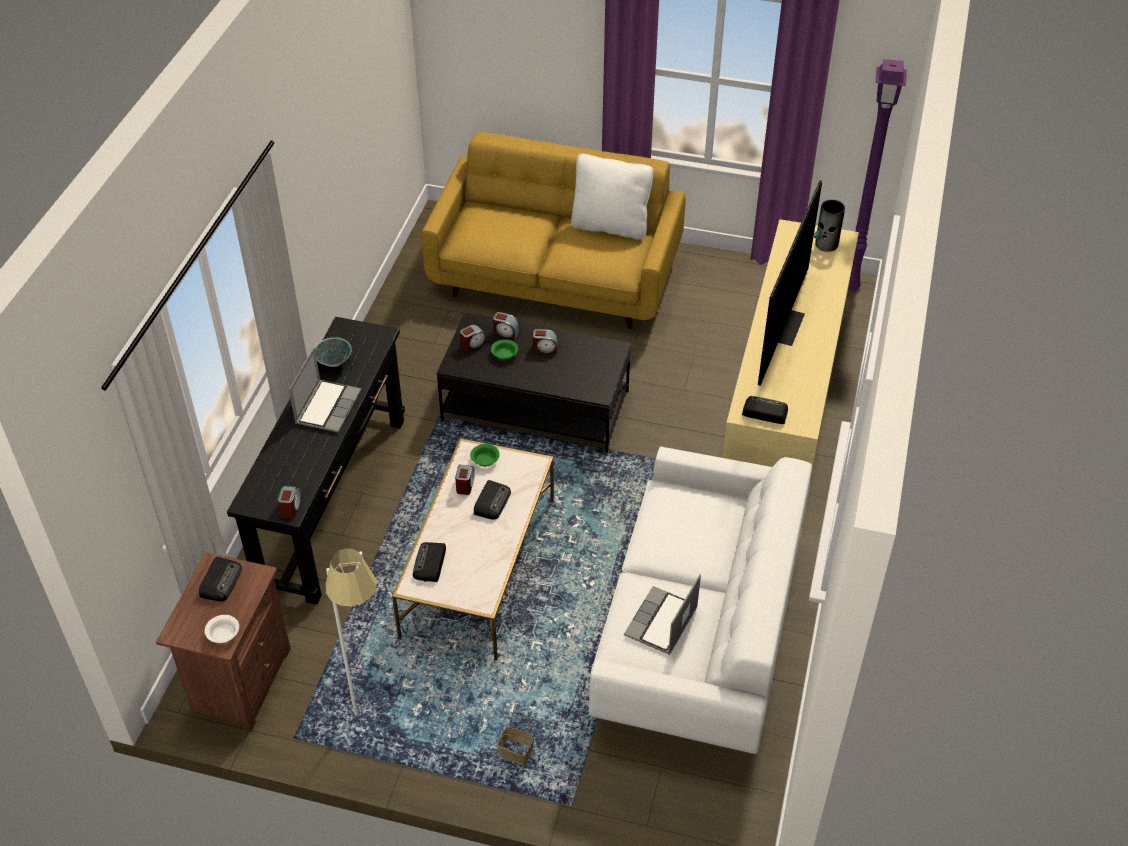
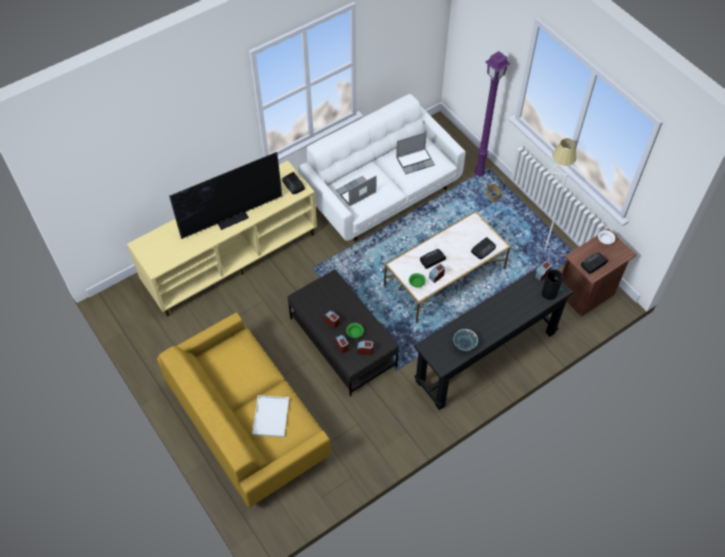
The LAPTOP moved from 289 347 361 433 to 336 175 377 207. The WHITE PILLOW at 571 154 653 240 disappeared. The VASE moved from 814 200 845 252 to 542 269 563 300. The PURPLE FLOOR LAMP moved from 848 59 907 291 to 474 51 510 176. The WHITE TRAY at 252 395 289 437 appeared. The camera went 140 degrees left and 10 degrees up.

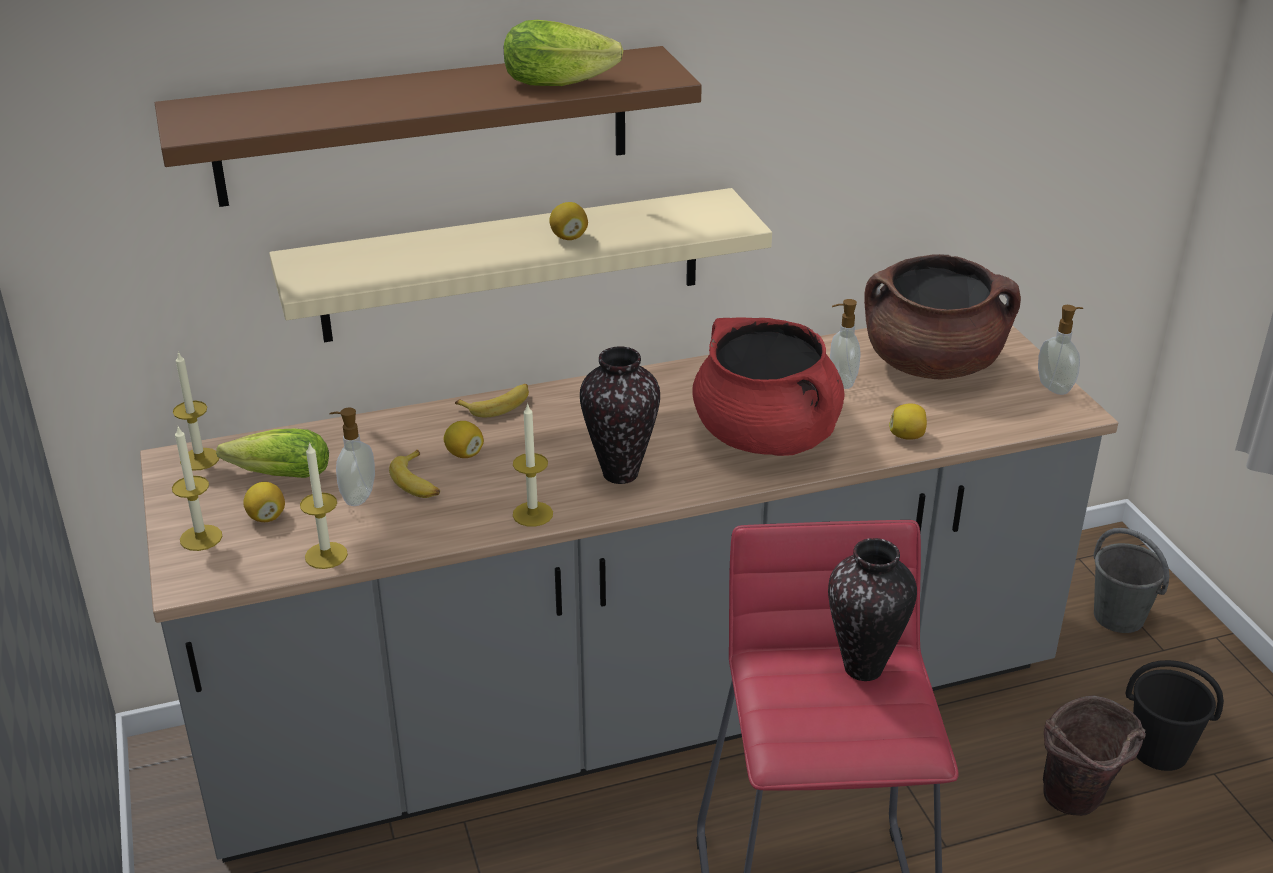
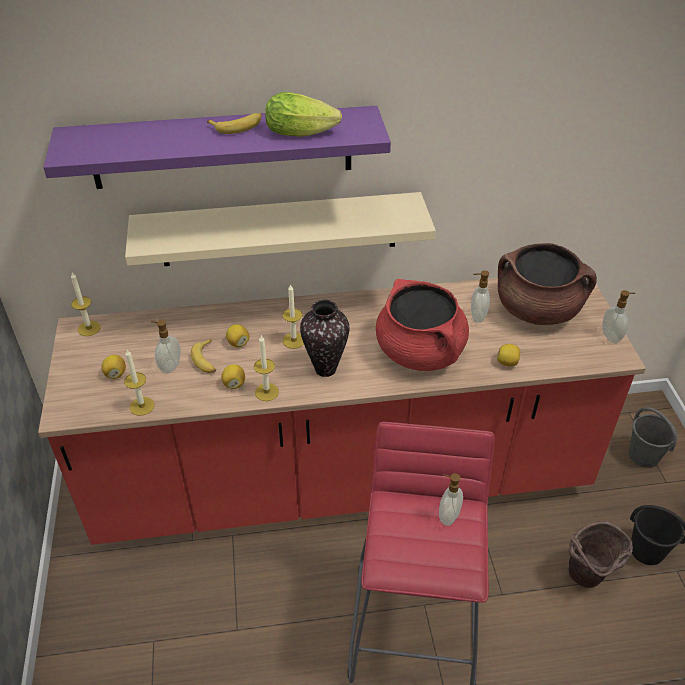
The GREY COUNTER at 140 325 1118 863 became the RED COUNTER at 38 278 646 545. The BROWN SHELF at 155 46 702 207 became the PURPLE SHELF at 43 106 391 189. The CANDLE moved from 172 425 222 551 to 282 284 304 349. The LETTUCE at 216 429 329 478 disappeared. The BANANA moved from 455 384 529 417 to 207 113 262 134. The LEMON moved from 549 202 588 240 to 221 364 245 389. The VASE at 828 538 917 681 was replaced by the SOAP DISPENSER at 439 473 463 526. The camera went 10 degrees right and 10 degrees up.

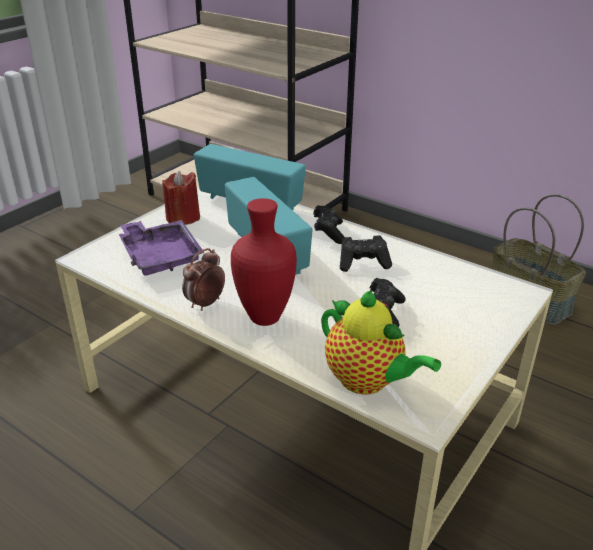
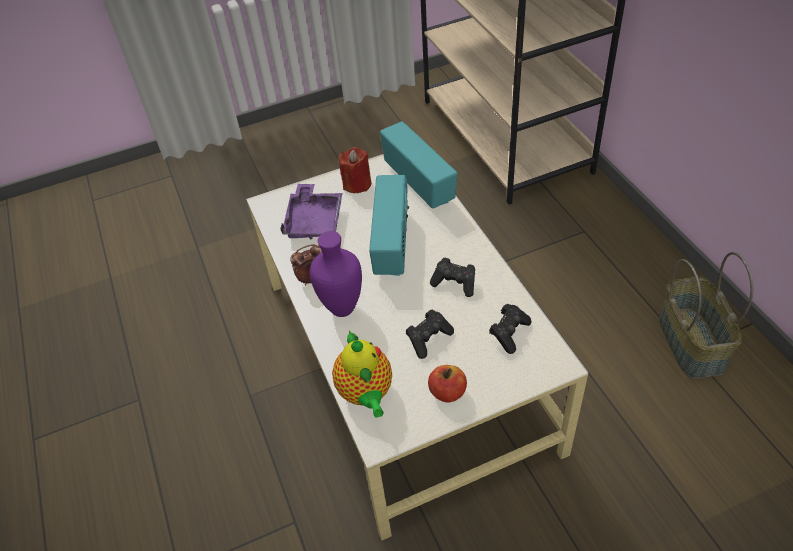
The RED VASE at 231 198 297 326 became the PURPLE VASE at 310 231 362 317. The BLACK GAME CONTROLLER moved from 313 205 344 244 to 489 304 532 354. The APPLE at 428 365 467 403 appeared. The camera went 35 degrees right and 15 degrees up.

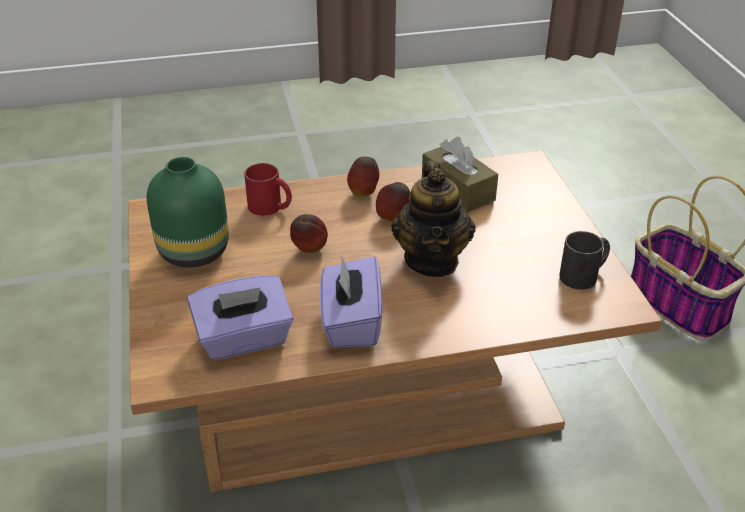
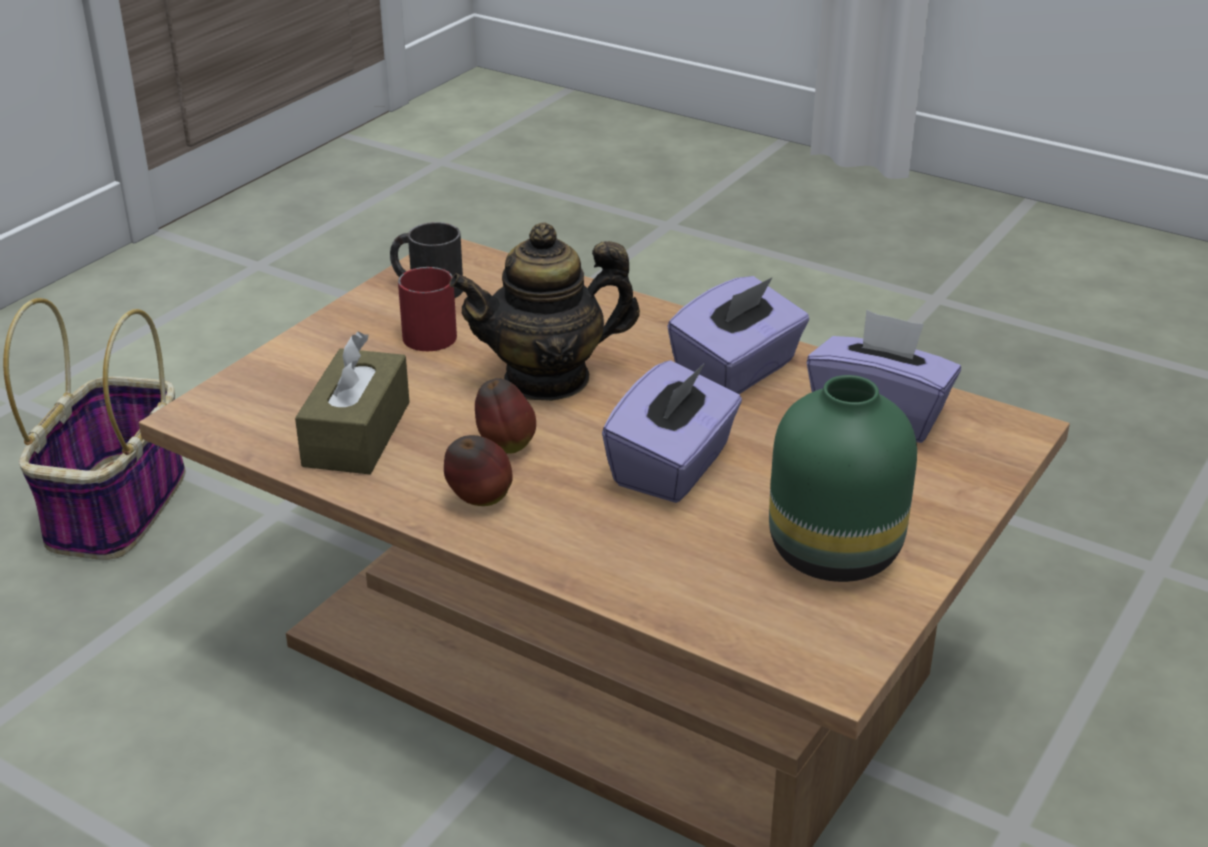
The RED MUG moved from 244 163 292 216 to 398 267 457 351. The APPLE at 290 214 328 253 was replaced by the PURPLE TISSUE BOX at 602 360 742 503. The TEAPOT at 391 161 476 277 turned 150 degrees counterclockwise. The camera went 135 degrees left and 5 degrees down.

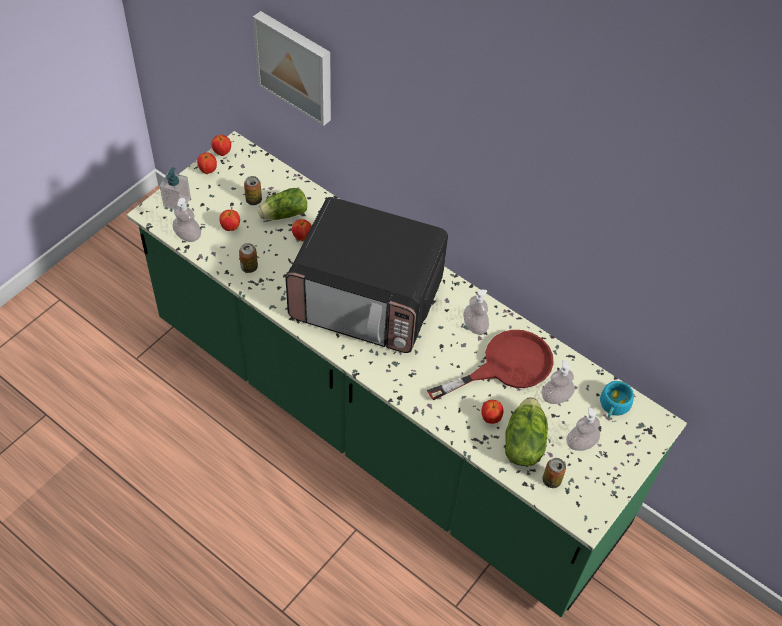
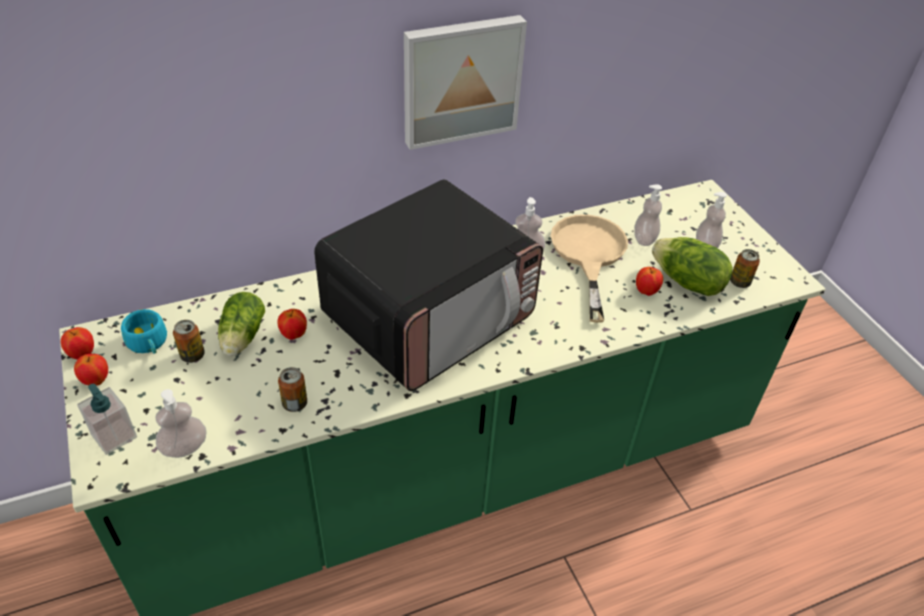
The APPLE at 219 210 240 231 disappeared. The PICTURE moved from 253 11 331 126 to 404 15 527 150. The RED FRYING PAN at 427 330 554 400 became the BEIGE FRYING PAN at 551 214 628 323. The TURQUOISE CUP moved from 600 381 634 418 to 121 309 167 354. The camera went 60 degrees left and 10 degrees down.

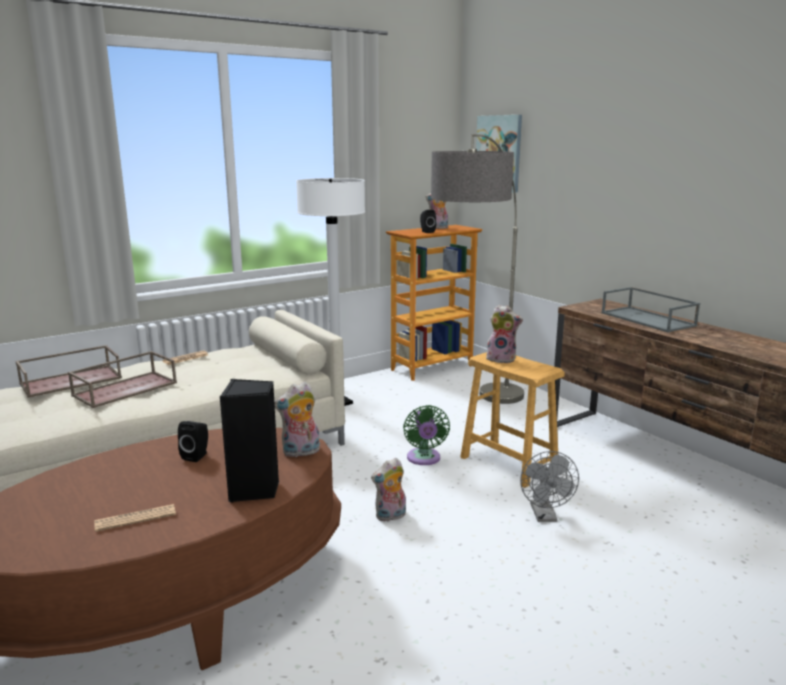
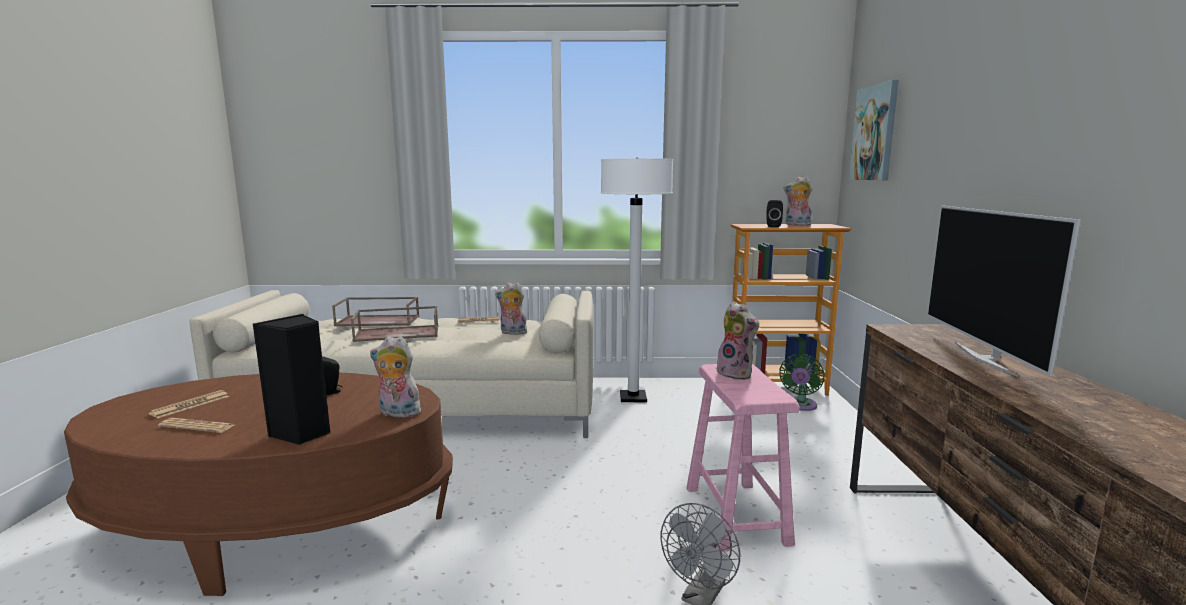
The PLUSH TOY moved from 371 458 406 522 to 495 282 527 335. The GREEN FAN moved from 403 405 450 465 to 779 354 825 411. The FLOOR LAMP at 431 134 524 404 disappeared. The BROWN STOOL at 460 352 565 488 became the PINK STOOL at 686 364 800 552. The GREY TRAY at 601 287 700 333 was replaced by the TELEVISION at 927 206 1080 377. The NEWSPAPER at 148 390 229 418 appeared. The camera went 35 degrees right and 5 degrees down.

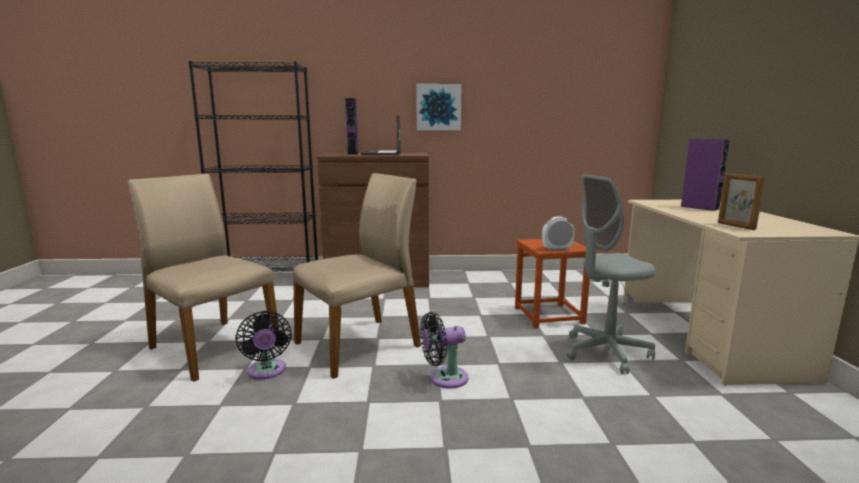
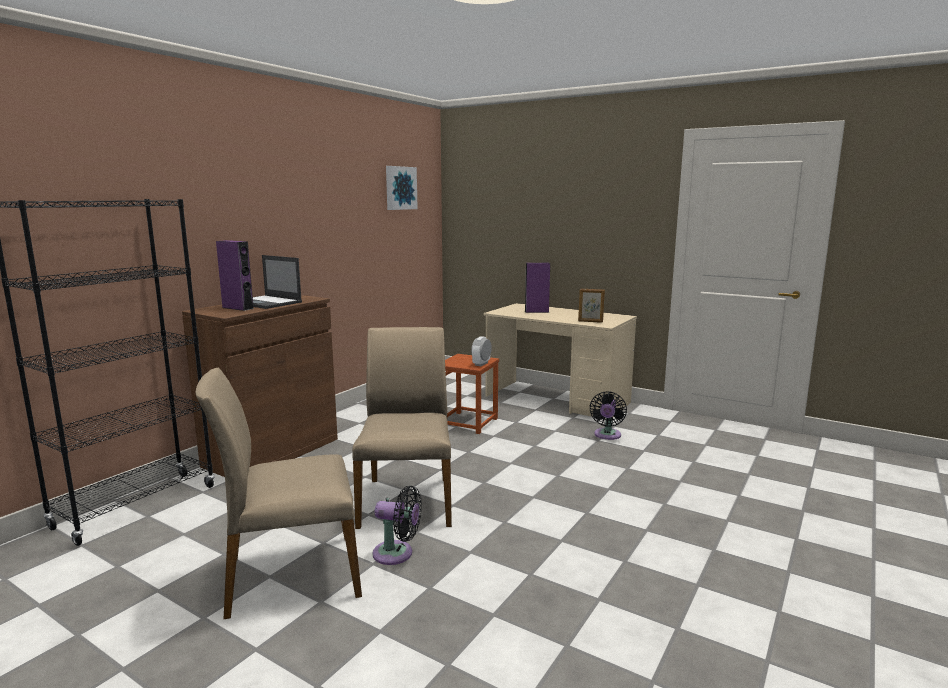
The PICTURE moved from 416 84 462 130 to 386 166 418 210. The BLACK FAN moved from 420 312 468 389 to 590 392 627 440. The GREY OFFICE CHAIR at 567 174 656 374 disappeared. The camera went 55 degrees left and 0 degrees up.

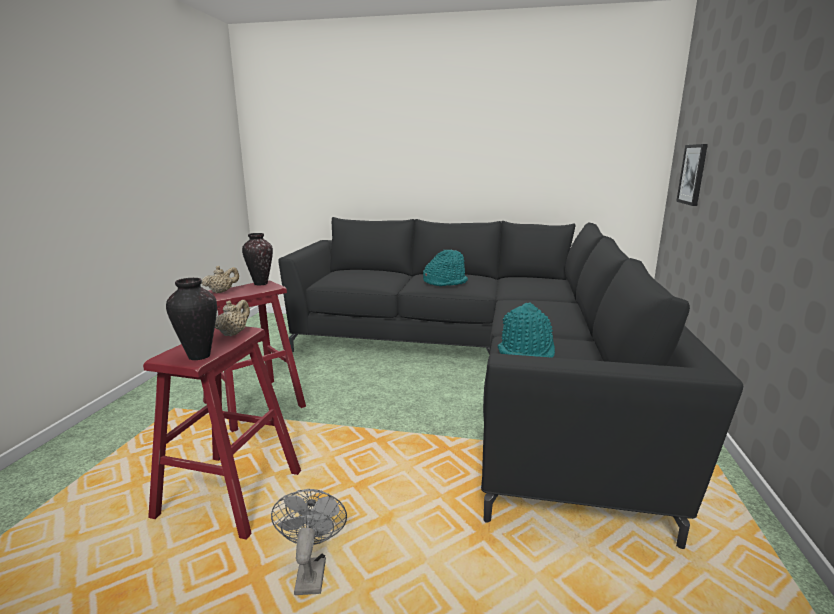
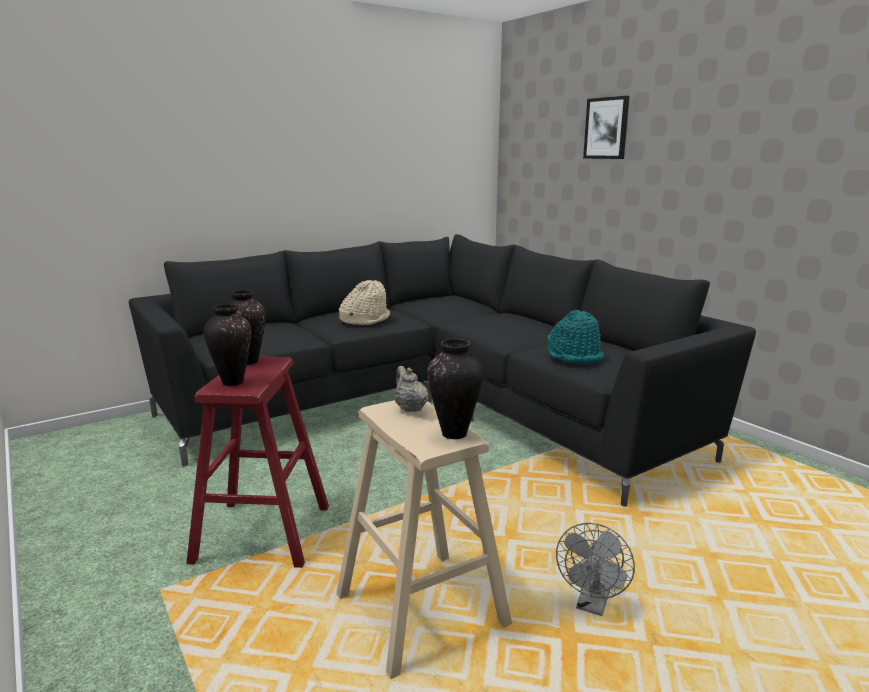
The RED STOOL at 143 327 301 540 became the BEIGE STOOL at 336 400 512 679. The BEIGE TEAPOT at 201 266 239 293 was replaced by the VASE at 203 304 252 386. The GREY FAN at 271 489 347 595 turned 105 degrees counterclockwise. The TURQUOISE HAT at 423 249 468 286 became the BEIGE HAT at 339 280 390 325. The PICTURE moved from 676 144 708 206 to 583 96 629 159. The camera went 45 degrees left and 0 degrees up.

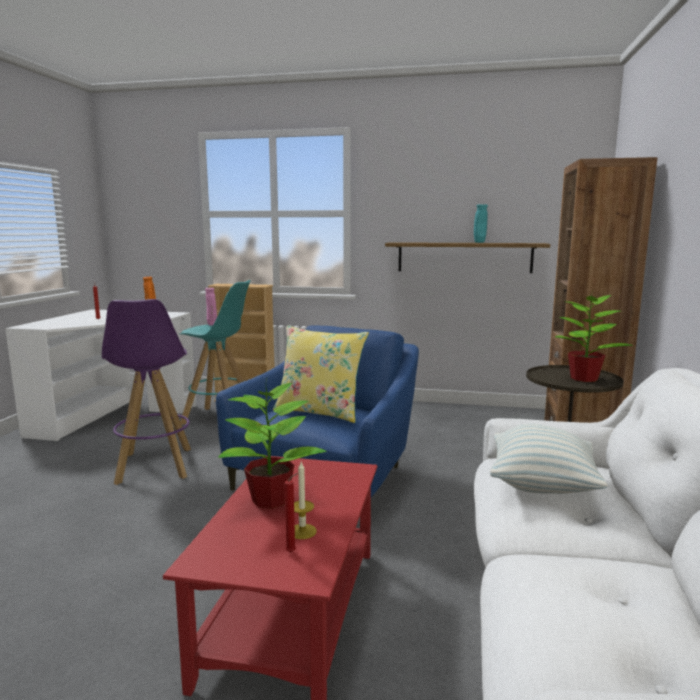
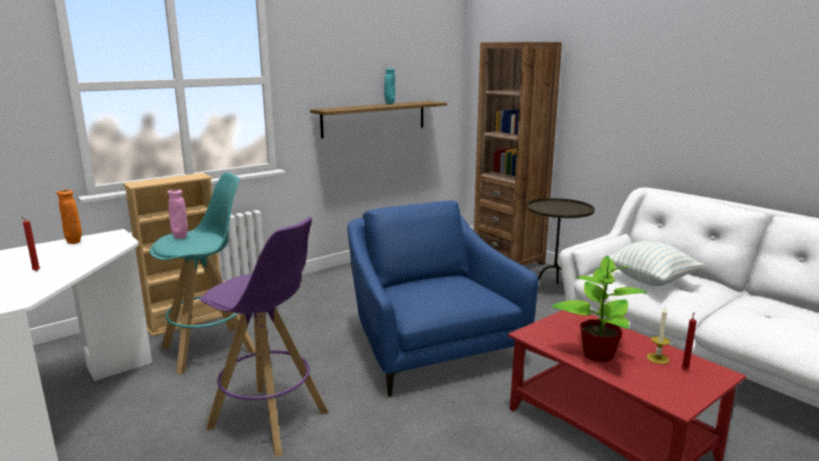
The YELLOW PILLOW at 273 326 369 423 disappeared. The POTTED PLANT at 555 291 633 382 disappeared. The camera went 50 degrees left and 5 degrees up.

